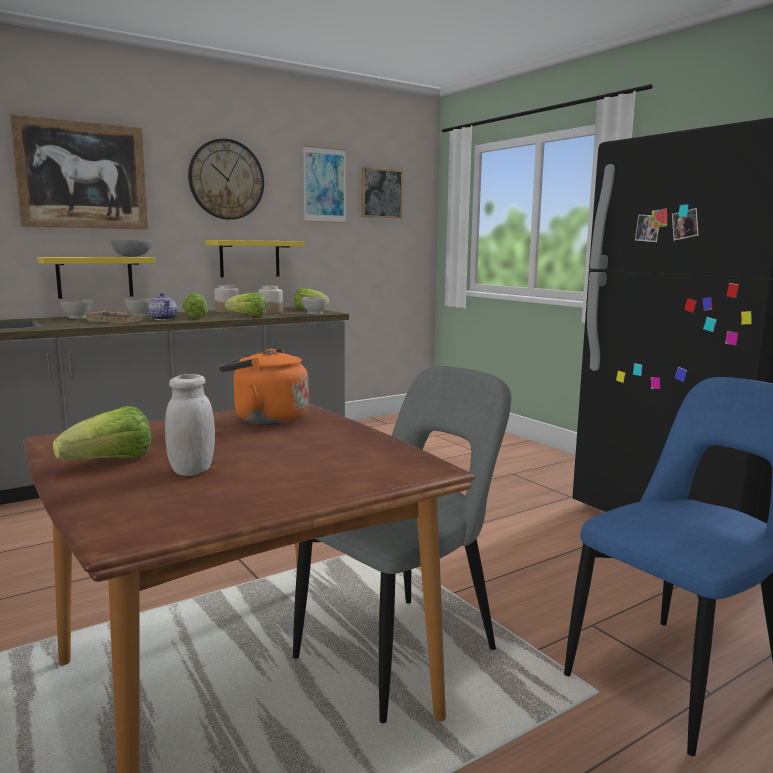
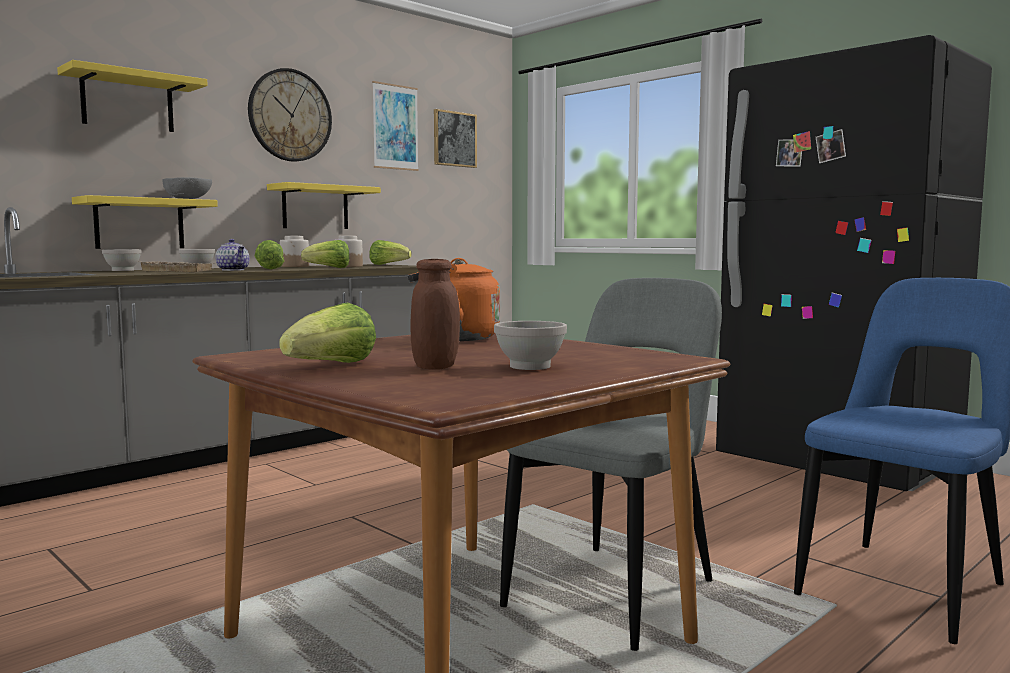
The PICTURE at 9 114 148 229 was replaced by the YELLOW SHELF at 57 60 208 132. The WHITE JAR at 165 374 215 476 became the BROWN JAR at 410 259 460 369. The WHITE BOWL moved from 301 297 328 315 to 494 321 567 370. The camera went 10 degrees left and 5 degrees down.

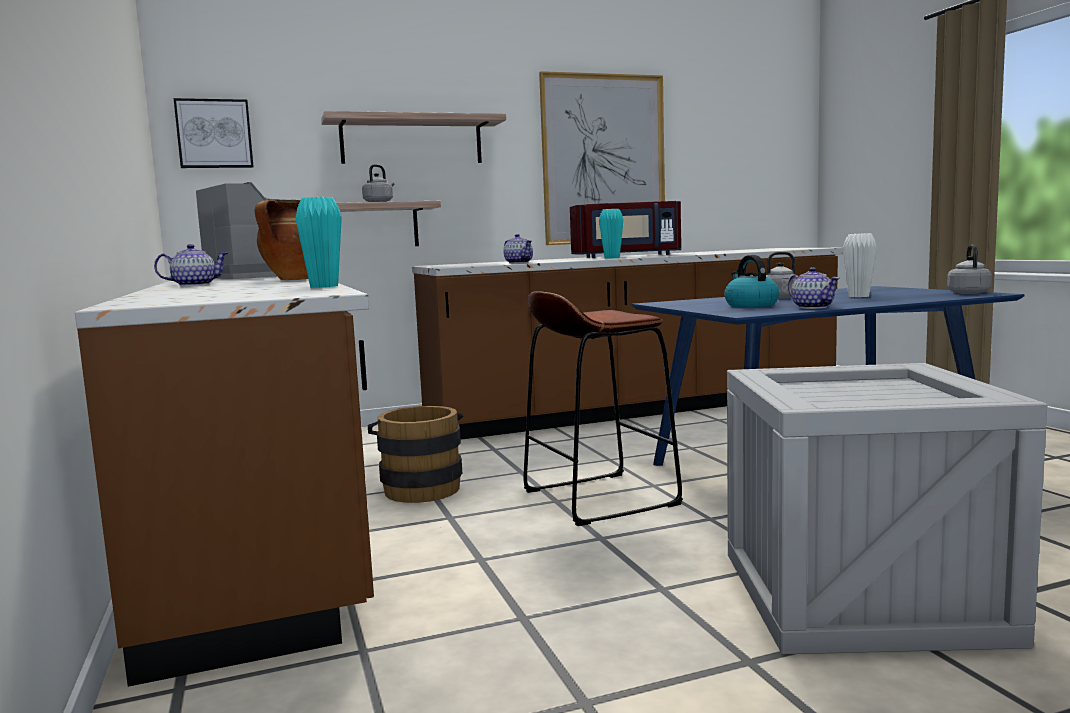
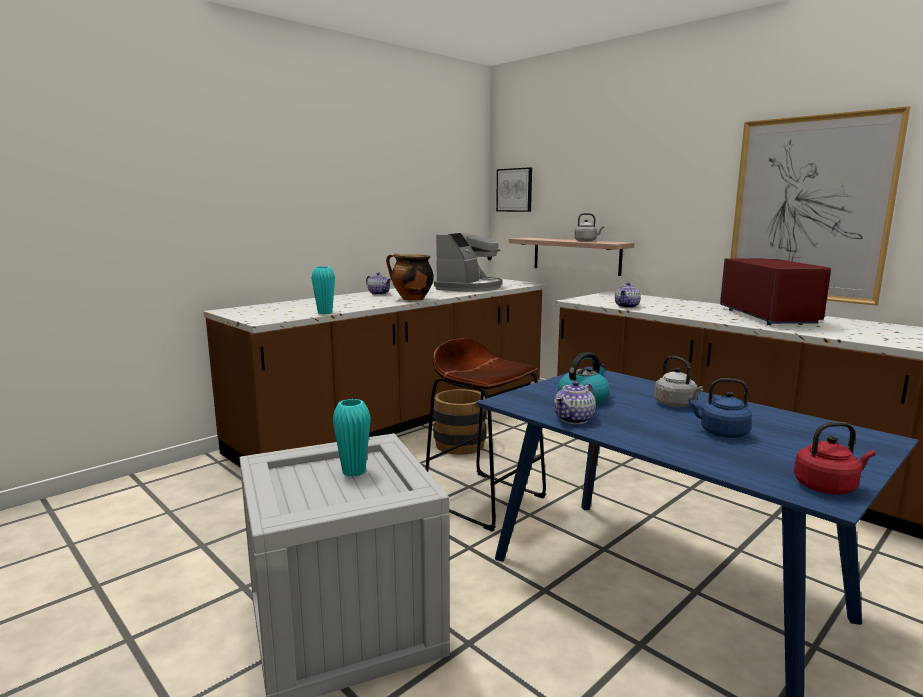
The SHELF at 321 111 506 164 disappeared. The RED MICROWAVE at 570 201 681 258 turned 150 degrees counterclockwise. The TURQUOISE VASE moved from 599 209 624 259 to 333 399 371 477. The WHITE VASE at 843 233 877 297 was replaced by the BLUE KETTLE at 689 378 752 438. The GREY KETTLE at 947 245 992 294 became the RED KETTLE at 794 422 876 494. The camera went 65 degrees right and 5 degrees up.

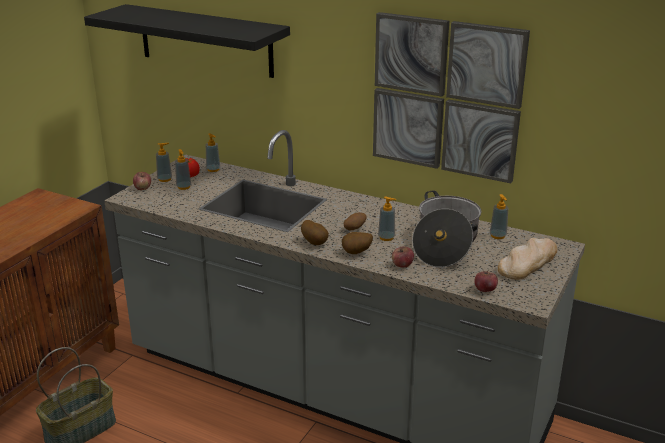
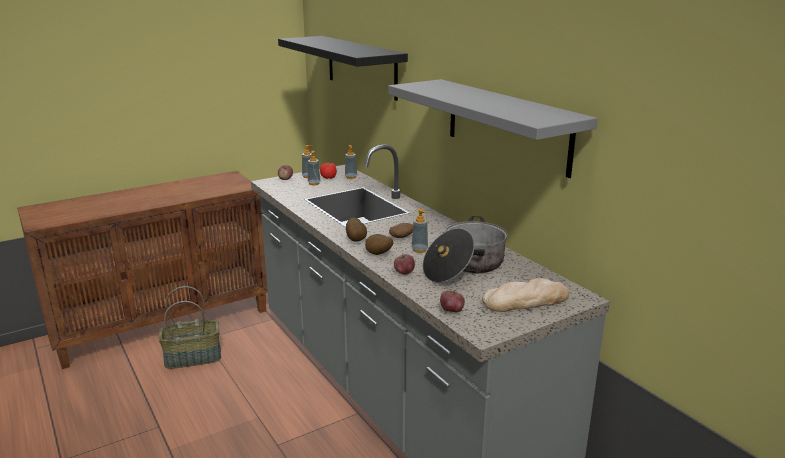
The PICTURE at 373 12 530 183 was replaced by the GREY SHELF at 388 79 598 178. The SOAP DISPENSER at 490 194 508 239 disappeared. The camera went 30 degrees right and 5 degrees down.

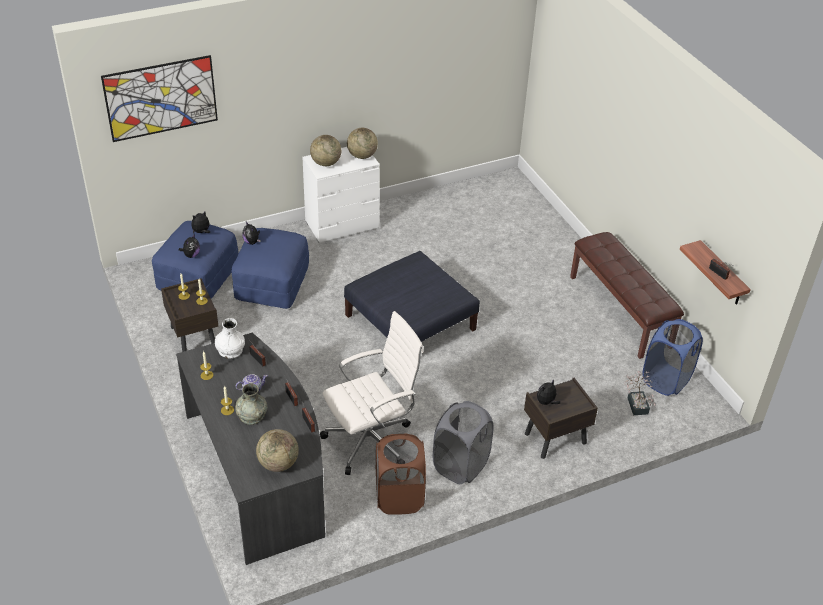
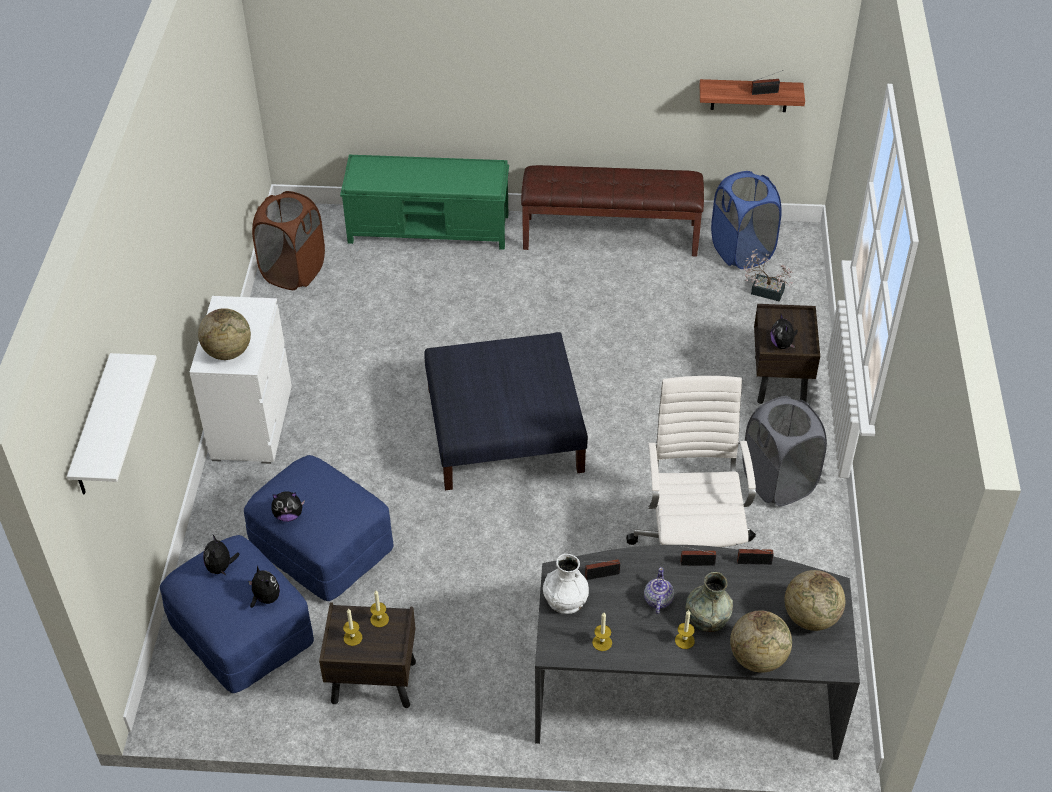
The PICTURE at 101 55 218 142 was replaced by the WHITE SHELF at 67 353 157 495. The GLOBE moved from 347 128 378 159 to 730 610 792 673. The BROWN LAUNDRY BASKET moved from 376 433 426 515 to 252 191 325 290. The GREEN BENCH at 340 154 509 250 appeared. The camera went 60 degrees left and 5 degrees up.

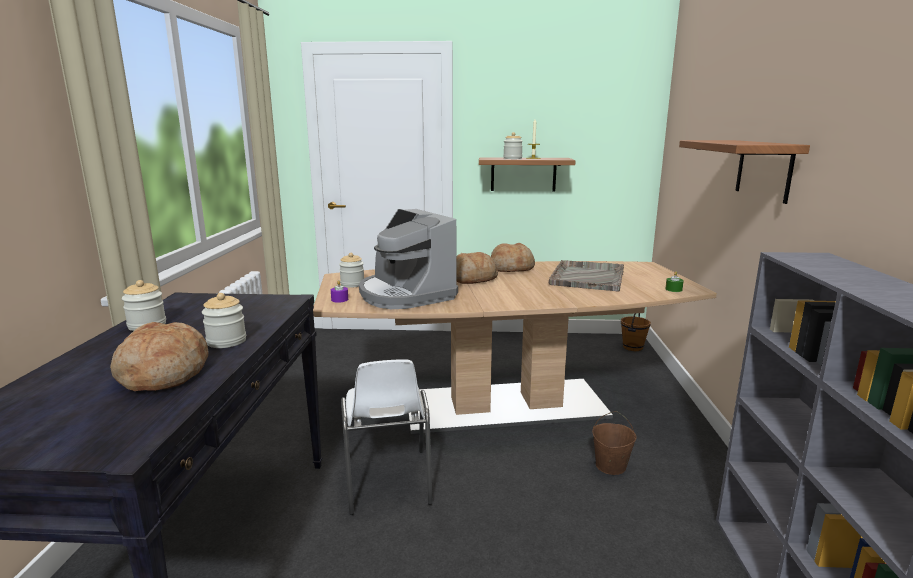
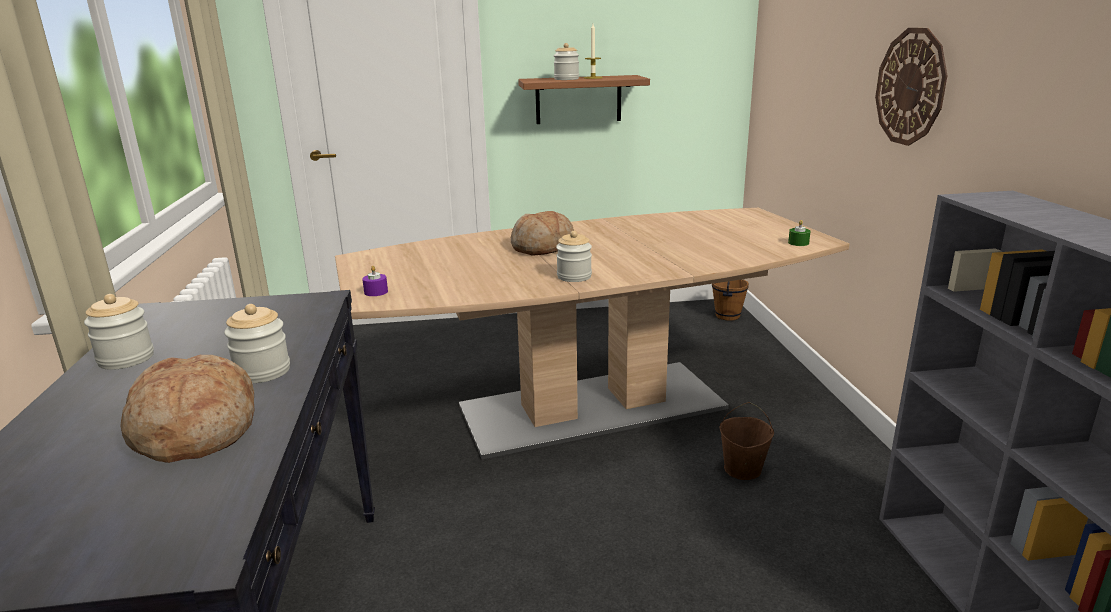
The JAR moved from 339 253 364 288 to 556 231 592 282. The WHITE CHAIR at 341 359 433 515 disappeared. The COFFEE MACHINE at 359 209 458 309 disappeared. The BREAD at 491 243 535 272 disappeared. The GREY TRAY at 549 260 624 291 disappeared. The SHELF at 679 140 810 204 was replaced by the WALL CLOCK at 875 28 948 146. The camera went 10 degrees left and 5 degrees up.

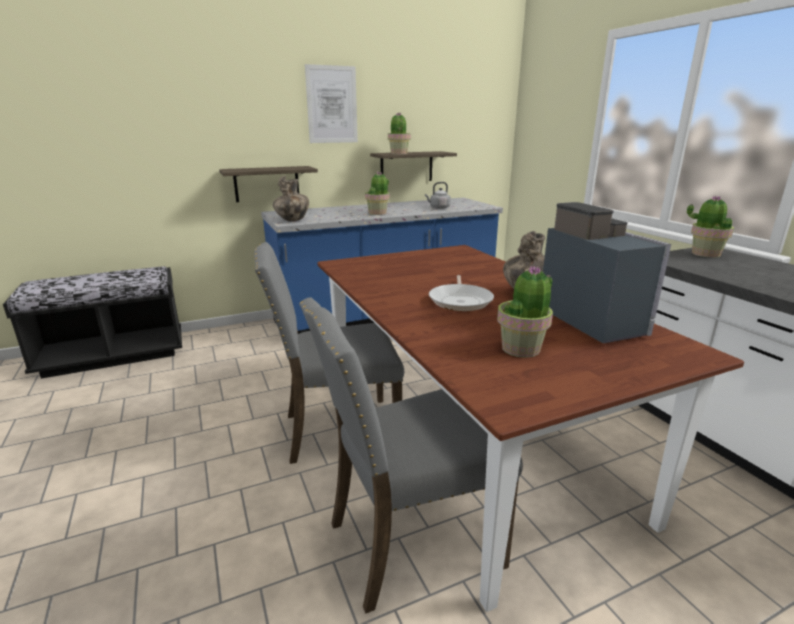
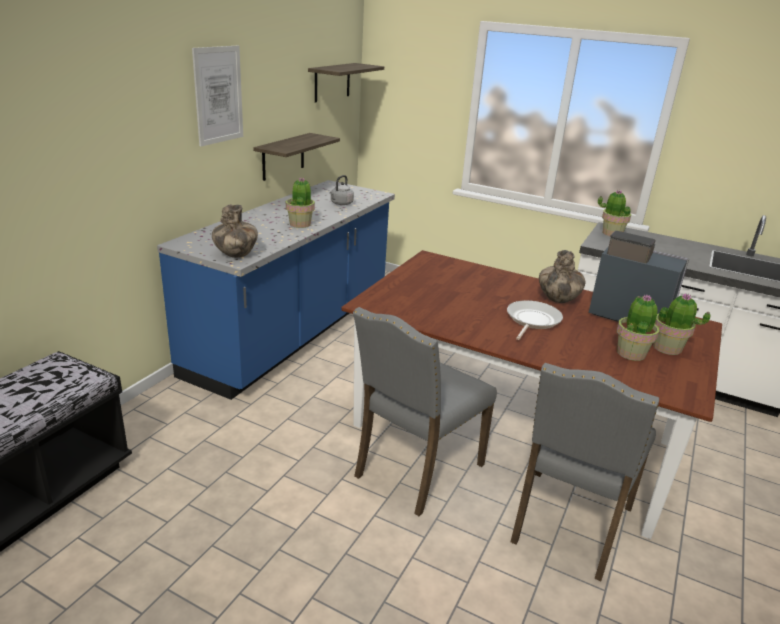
The SHELF moved from 219 166 318 202 to 308 63 384 102. The POTTED PLANT moved from 388 113 411 154 to 653 294 710 355. The FRYING PAN at 429 275 494 311 turned 120 degrees counterclockwise. The camera went 40 degrees left and 5 degrees up.

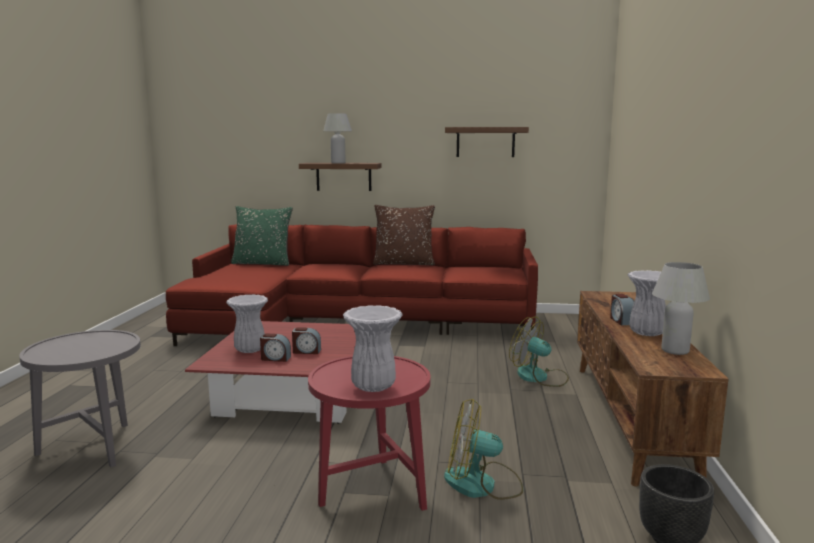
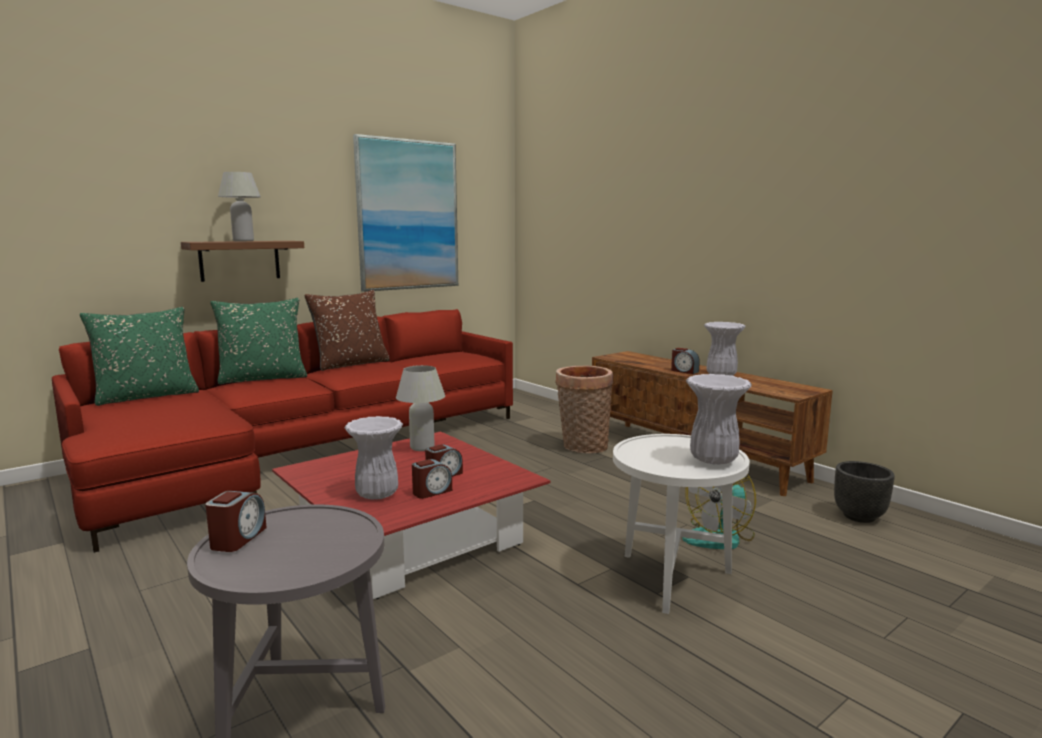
The RED SIDE TABLE at 308 356 431 511 became the WHITE SIDE TABLE at 613 434 750 614. The BROWN SHELF at 445 127 529 157 was replaced by the PICTURE at 353 134 458 292. The FAN at 509 316 569 387 was replaced by the BASKET at 555 366 613 453. The WHITE TABLE LAMP moved from 652 262 710 355 to 396 365 445 451. The ALARM CLOCK at 205 491 267 552 appeared. The GREEN PILLOW at 210 298 307 385 appeared. The camera went 45 degrees left and 0 degrees up.

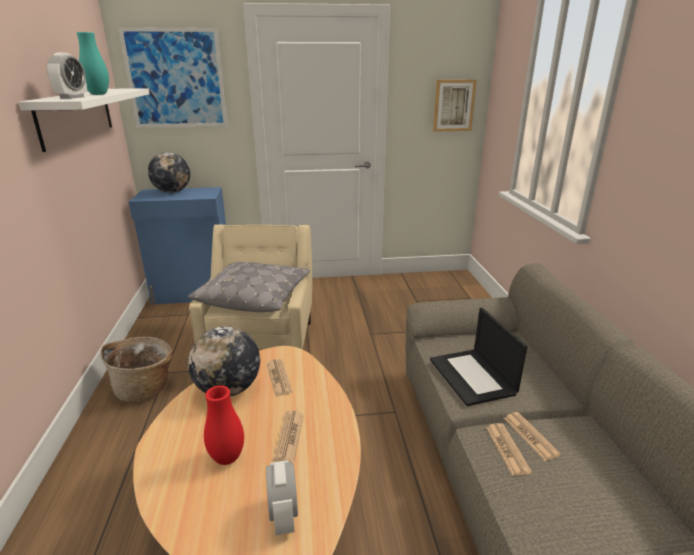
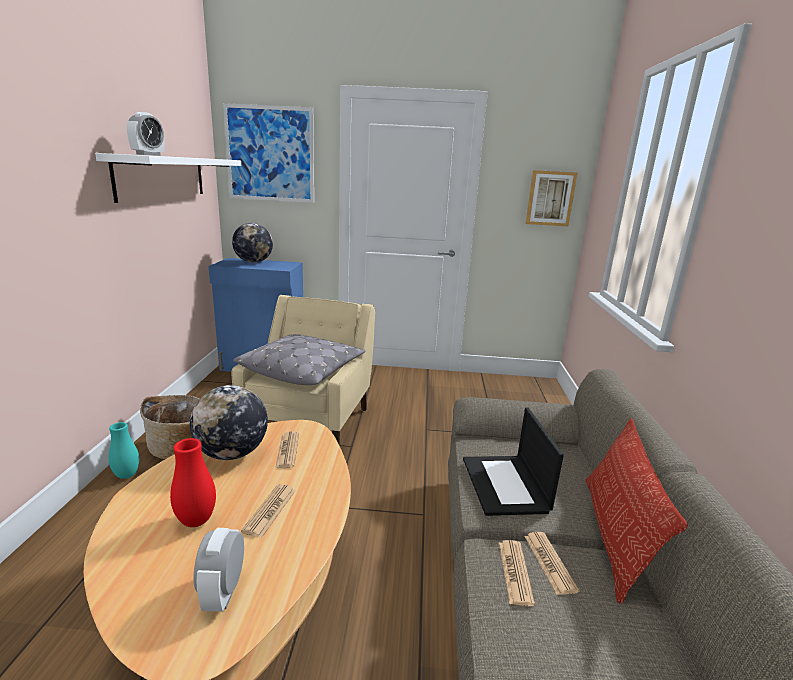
The TURQUOISE VASE moved from 77 32 109 95 to 108 422 139 479. The PILLOW at 585 419 688 604 appeared. The camera went 10 degrees right and 5 degrees down.

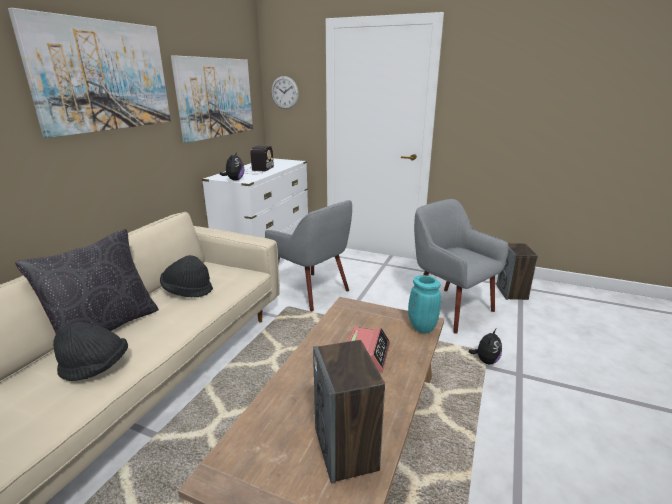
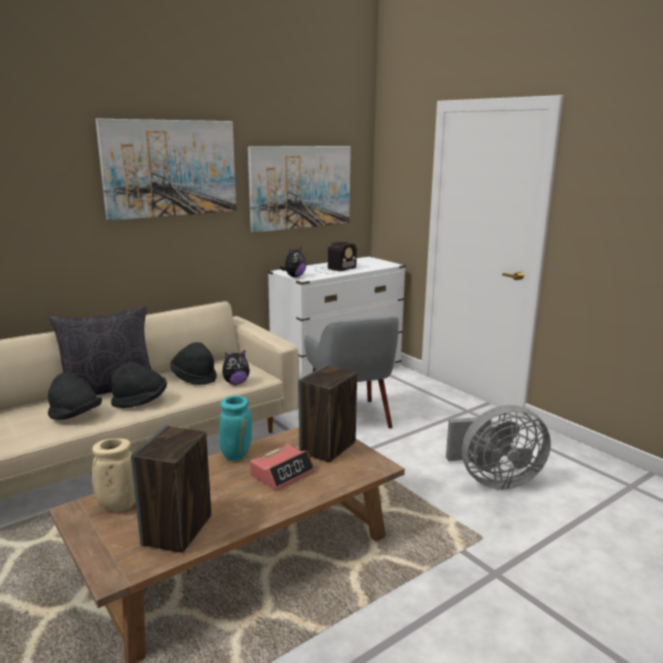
The WALL CLOCK at 271 76 299 109 disappeared. The TURQUOISE VASE moved from 408 275 441 333 to 219 396 252 461. The GREY ARMCHAIR at 414 199 509 334 was replaced by the GREY FAN at 446 405 551 489. The PLUSH TOY moved from 469 329 502 364 to 222 350 250 385. The SPEAKER moved from 497 243 538 300 to 299 364 357 463. The BEIGE VASE at 92 438 136 512 appeared. The BLACK HAT at 111 362 167 408 appeared. The camera went 30 degrees right and 5 degrees down.

